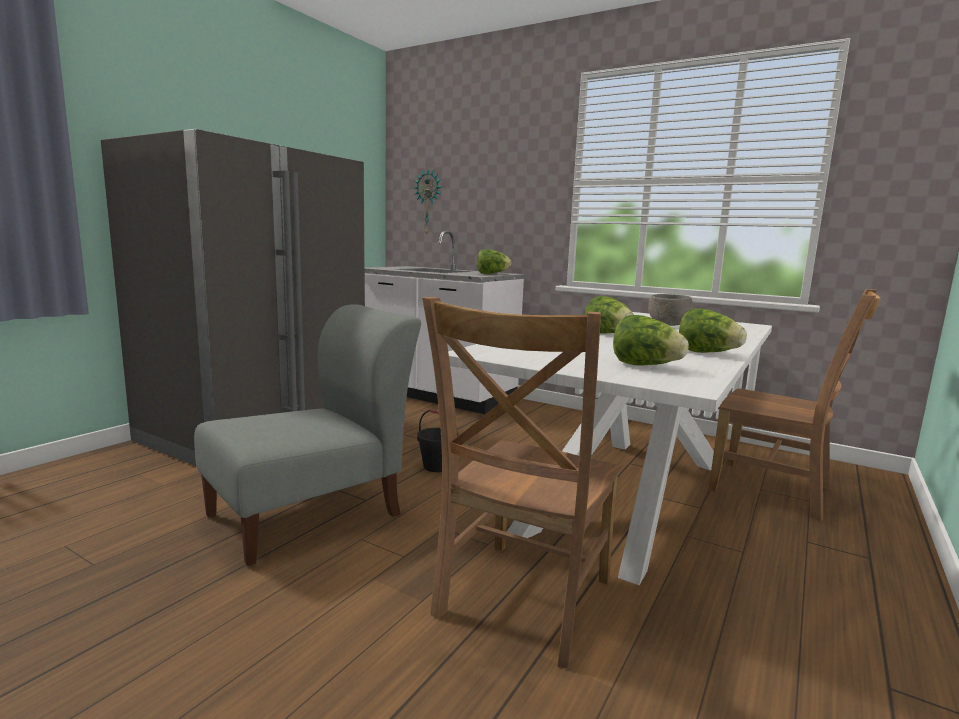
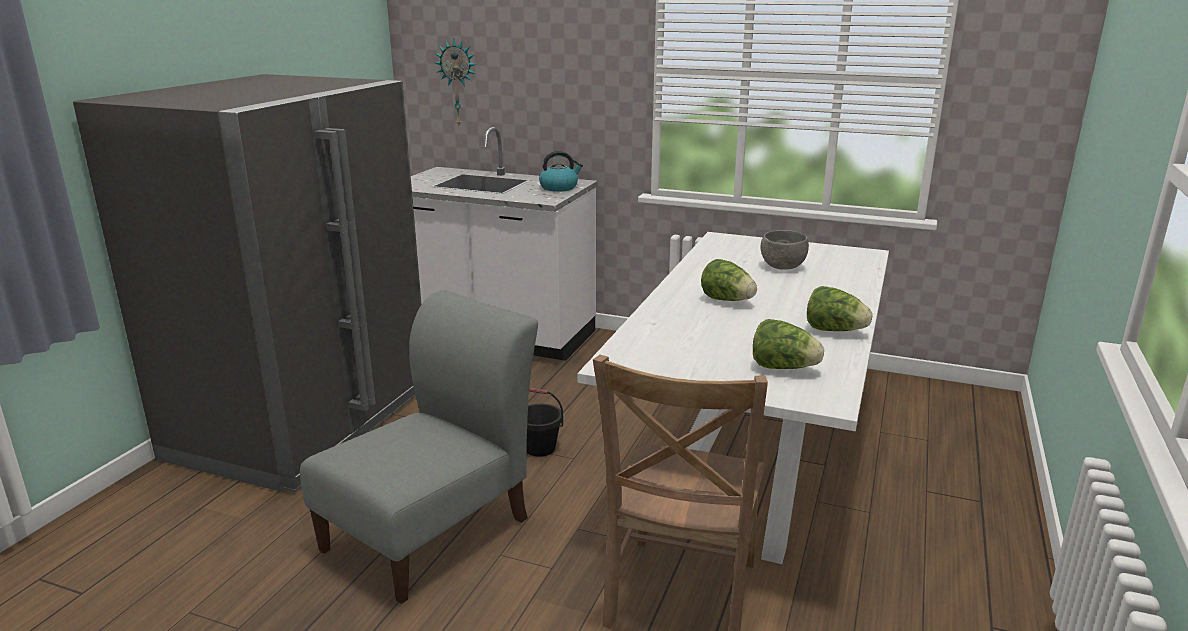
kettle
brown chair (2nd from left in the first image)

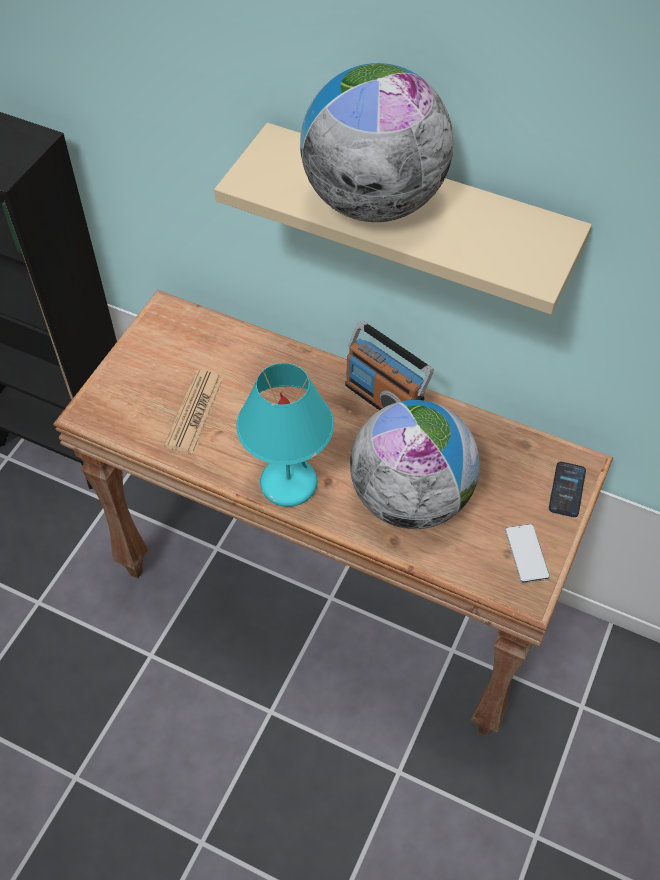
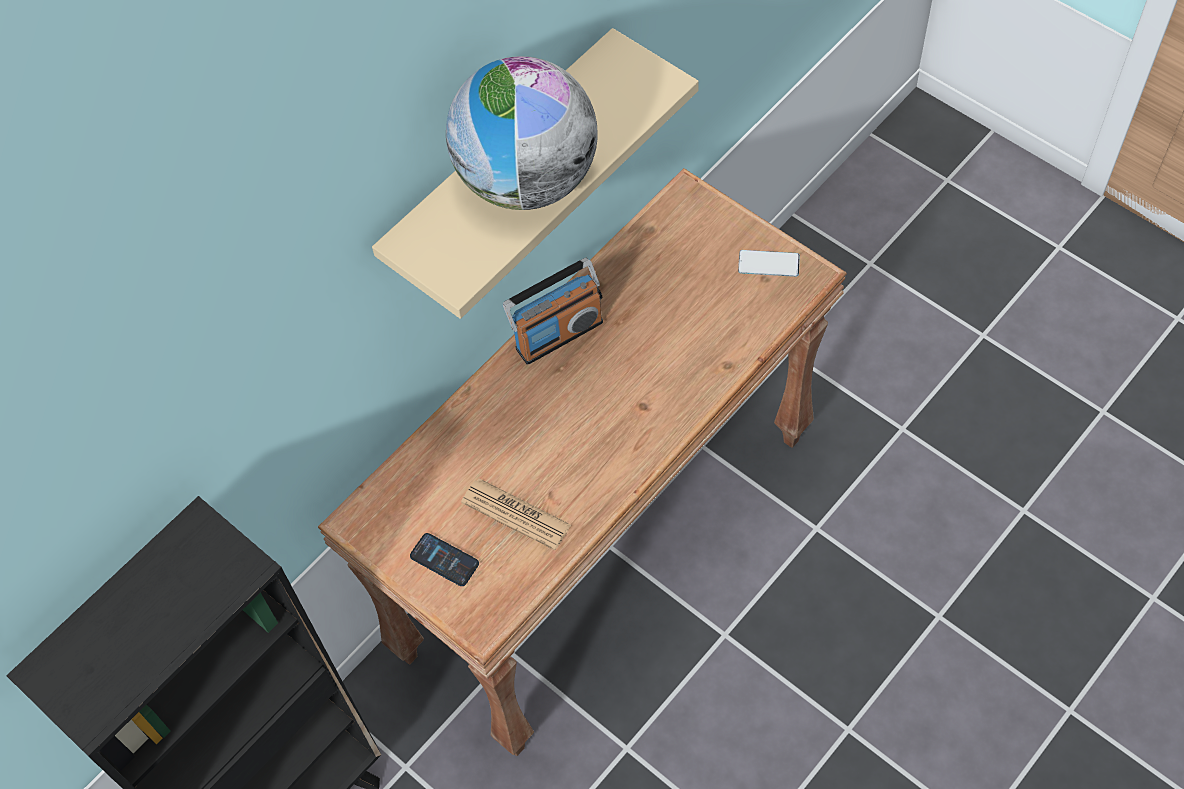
turquoise table lamp
globe (2nd from left in the first image)
phone (1st from left)

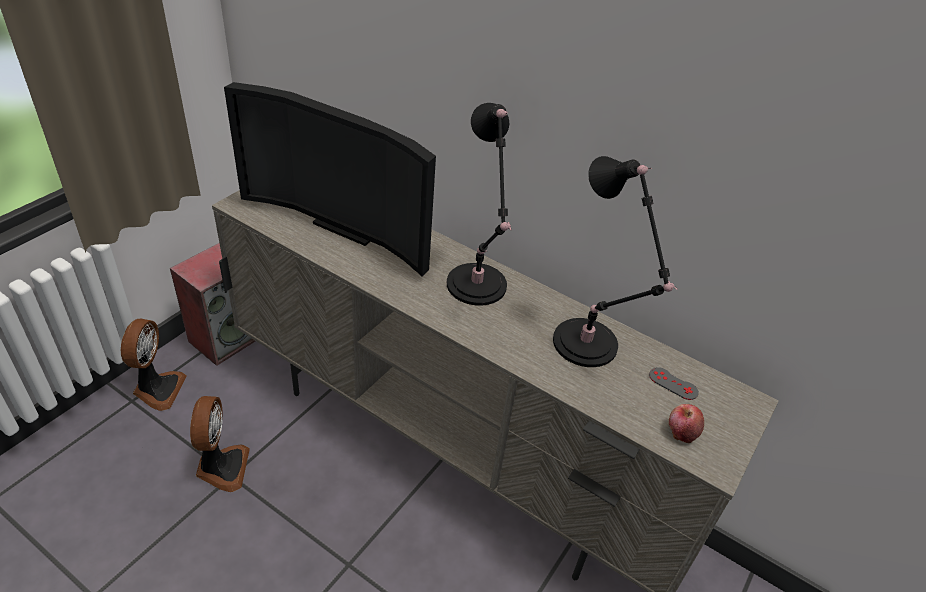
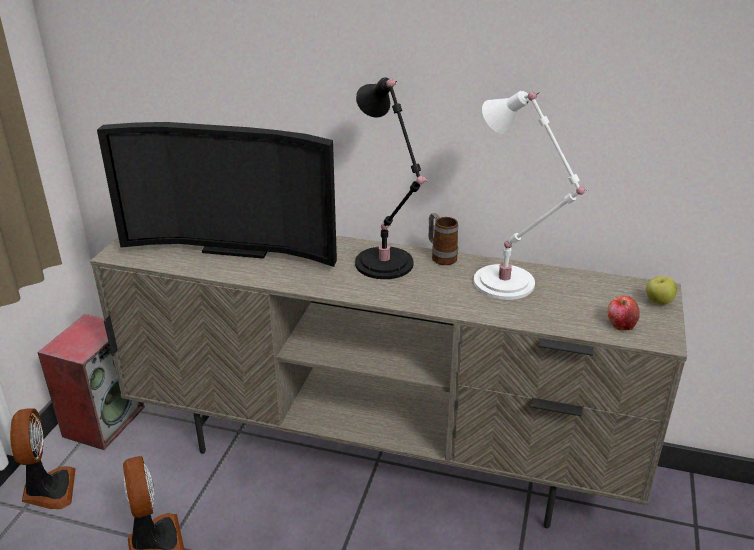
white table lamp
grey game controller
mug
apple (2nd from left)

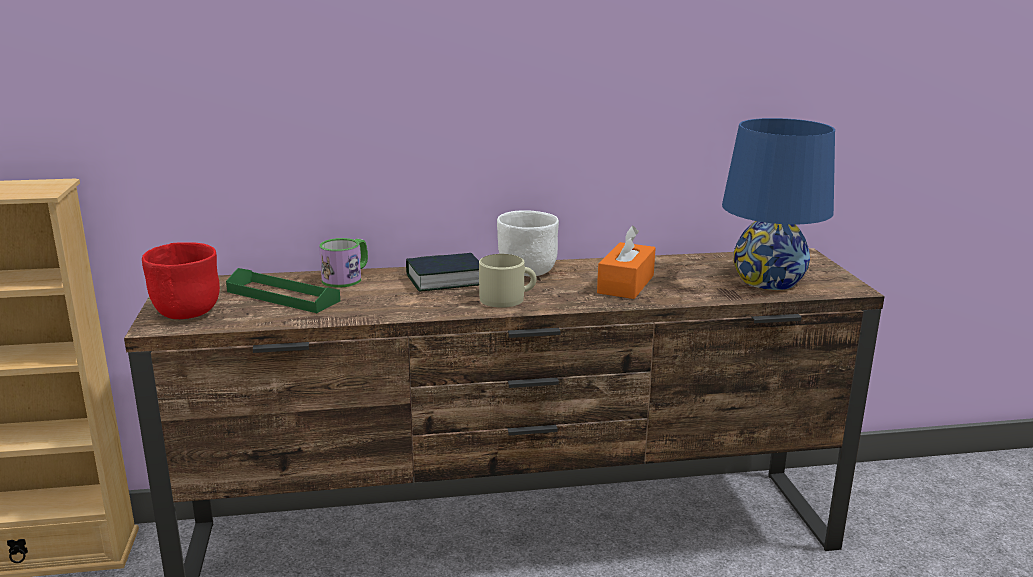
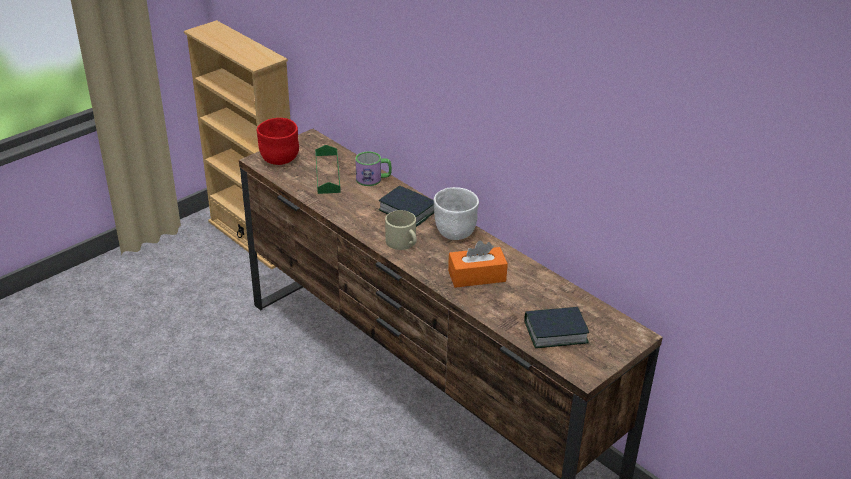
book (2nd from left)

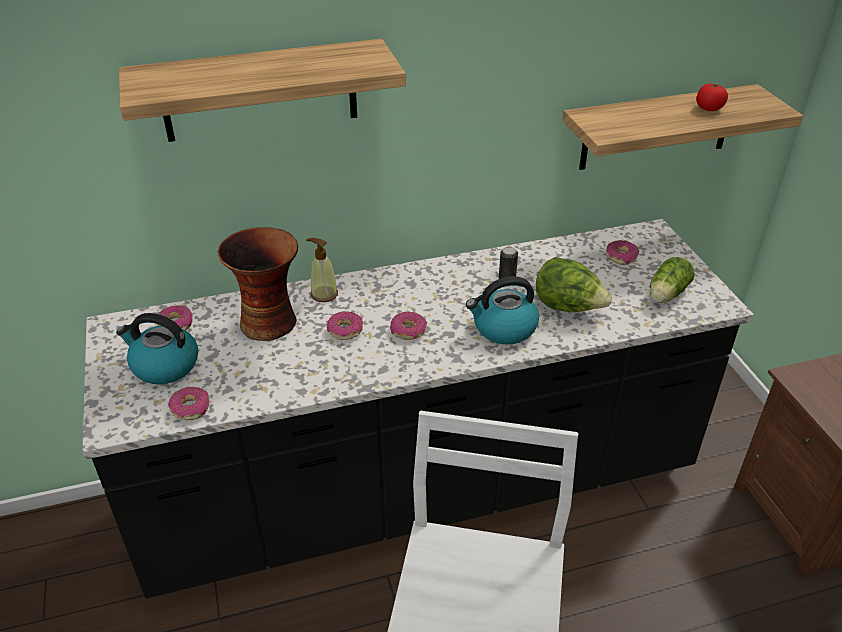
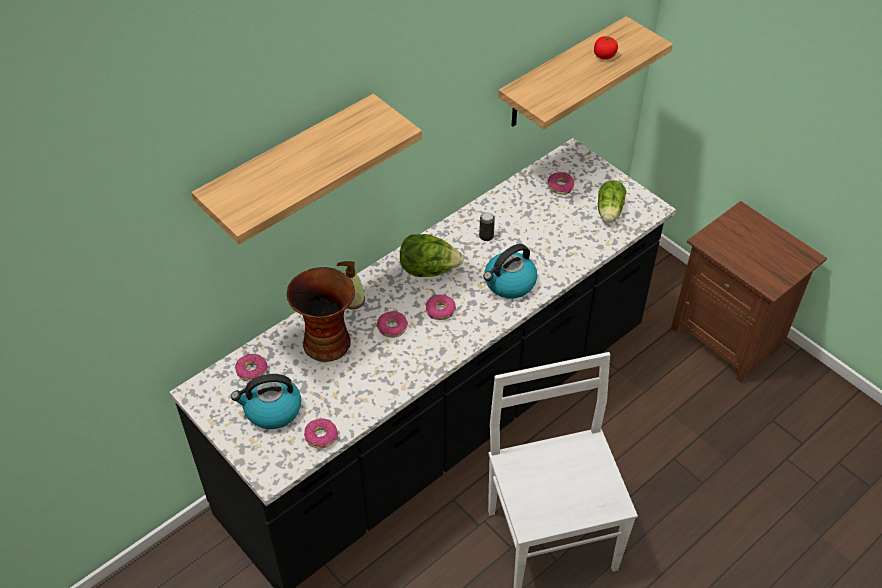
lettuce (1st from left)

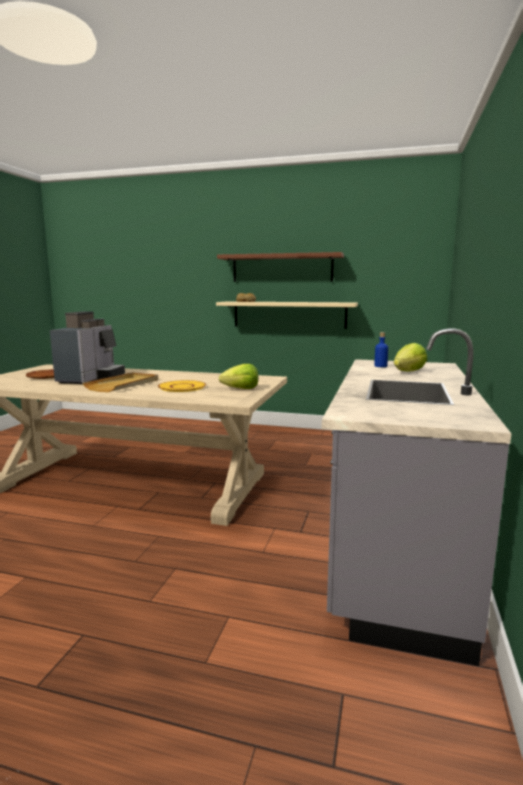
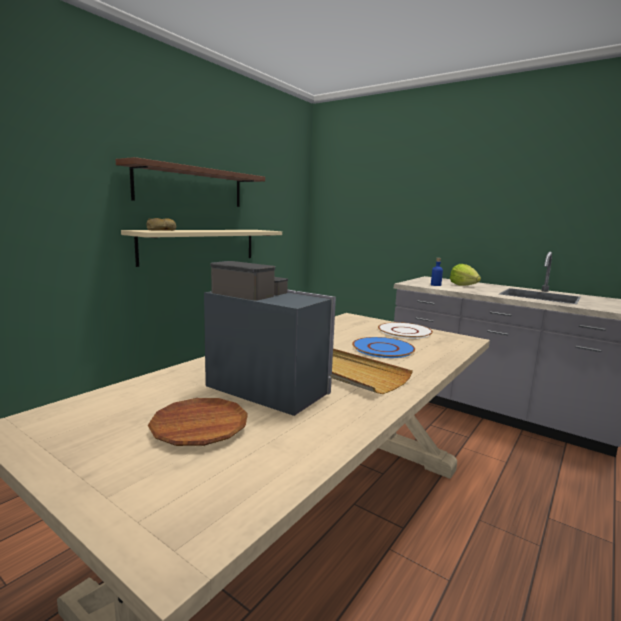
white plate
blue plate

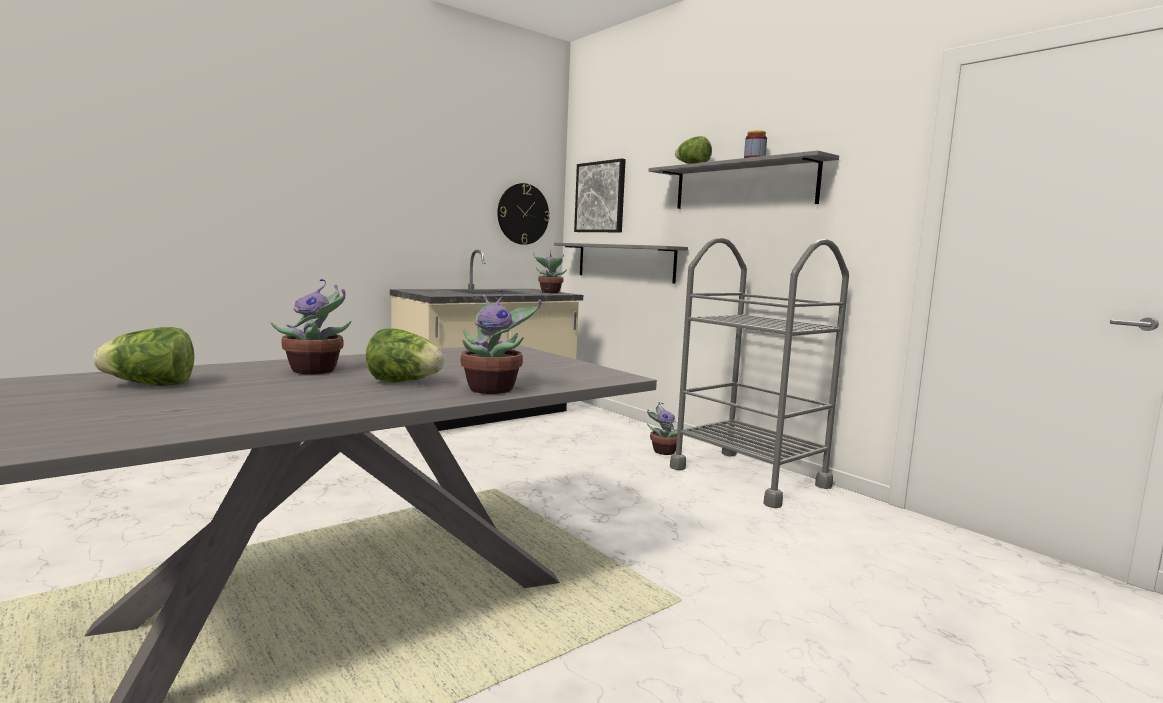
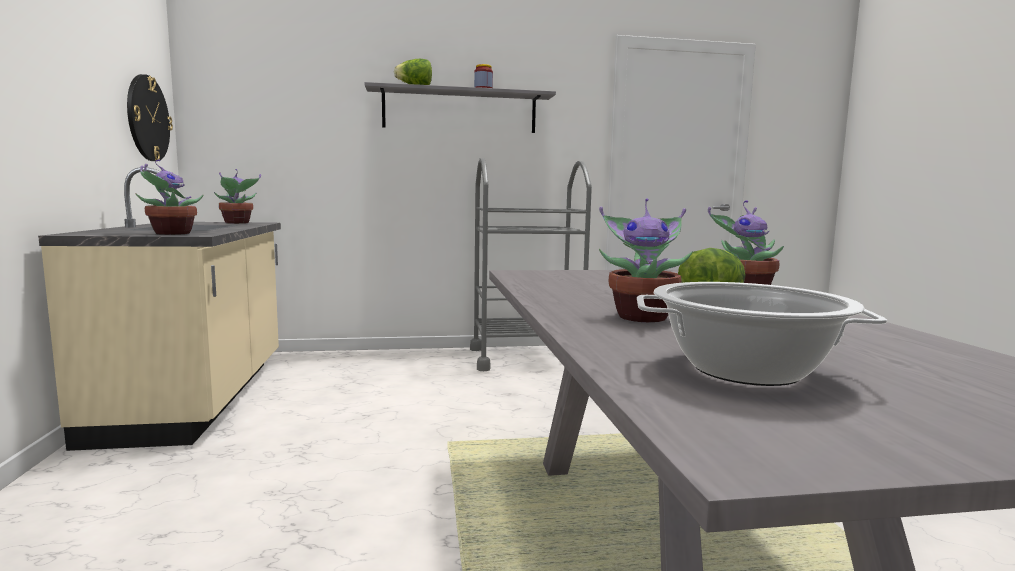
picture
grey shelf (1st from left in the first image)
cooking pot
potted plant (1st from left)

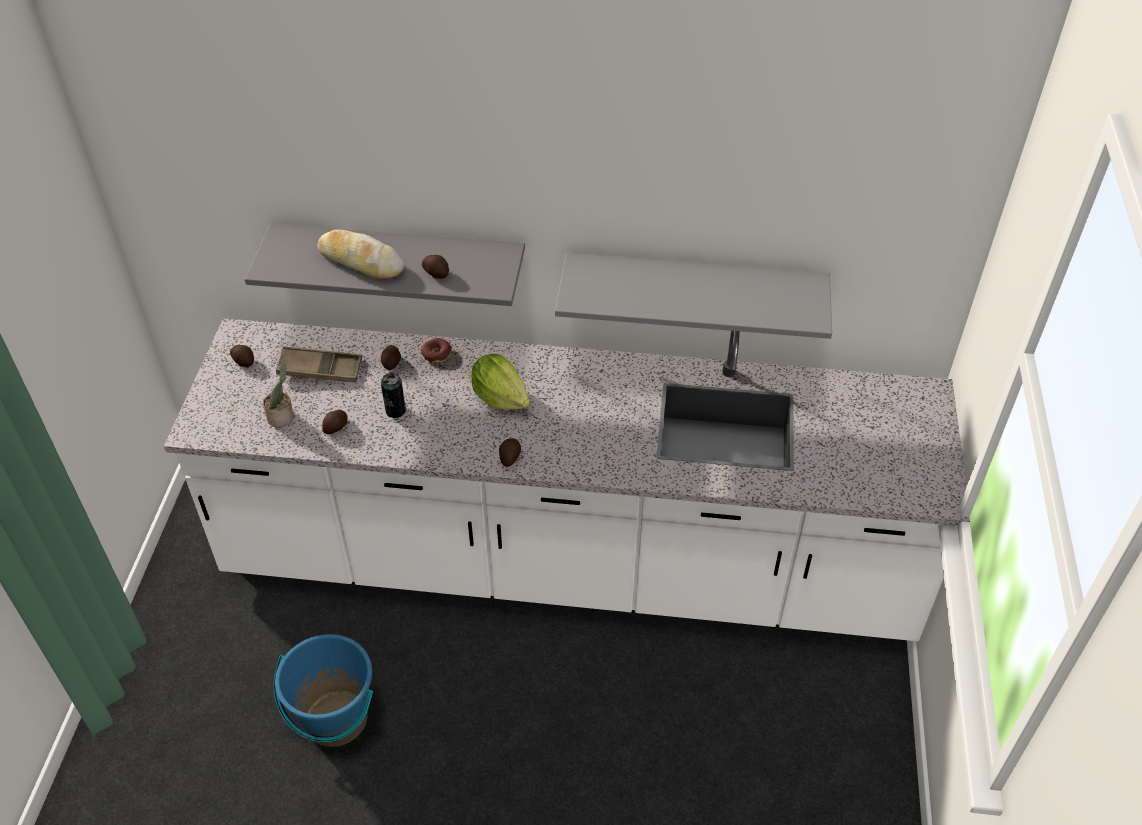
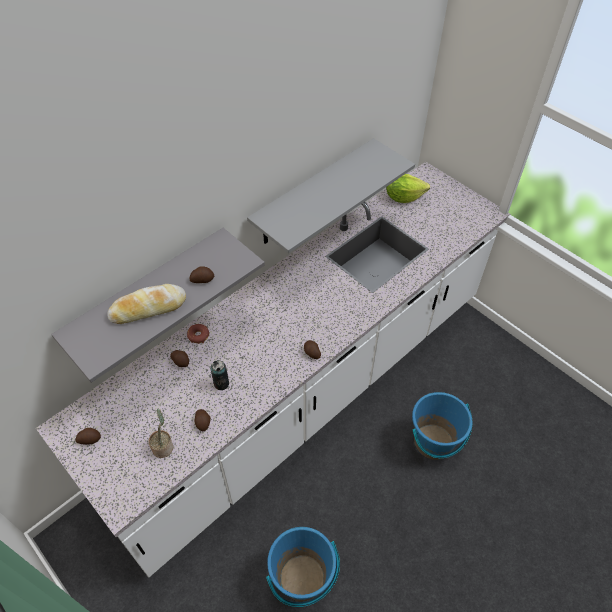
brown tray
lettuce
blue bucket (2nd from left)

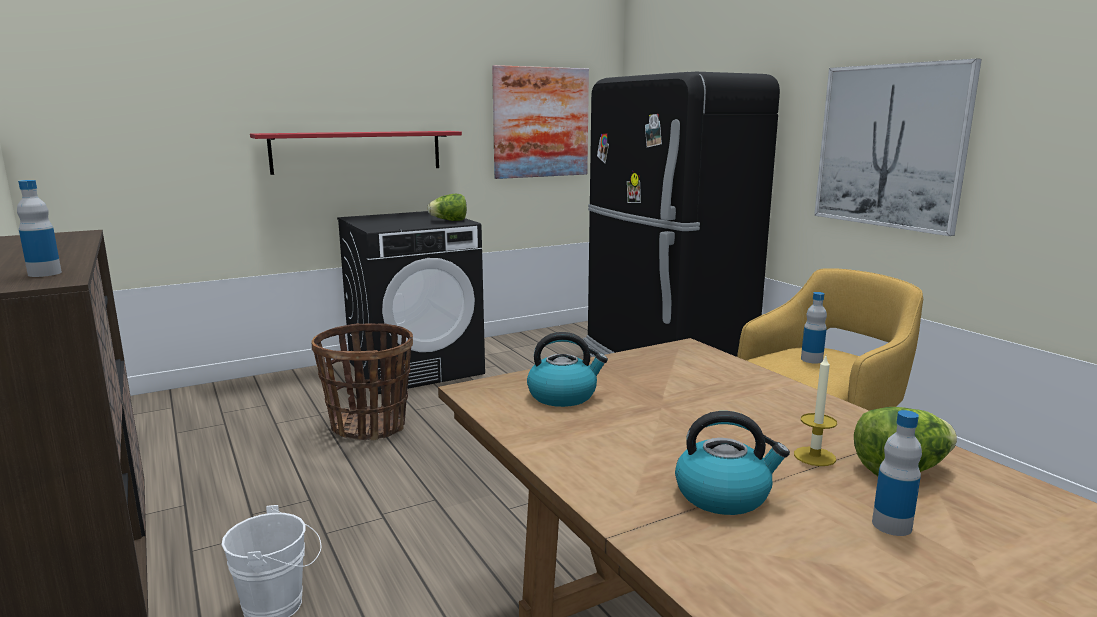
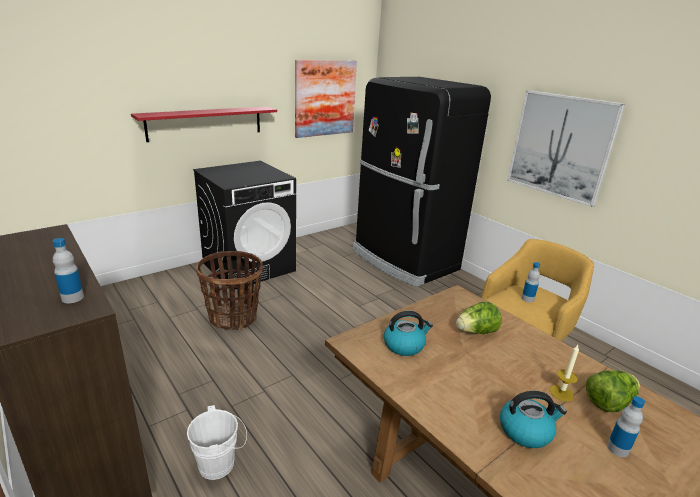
lettuce (1st from left)

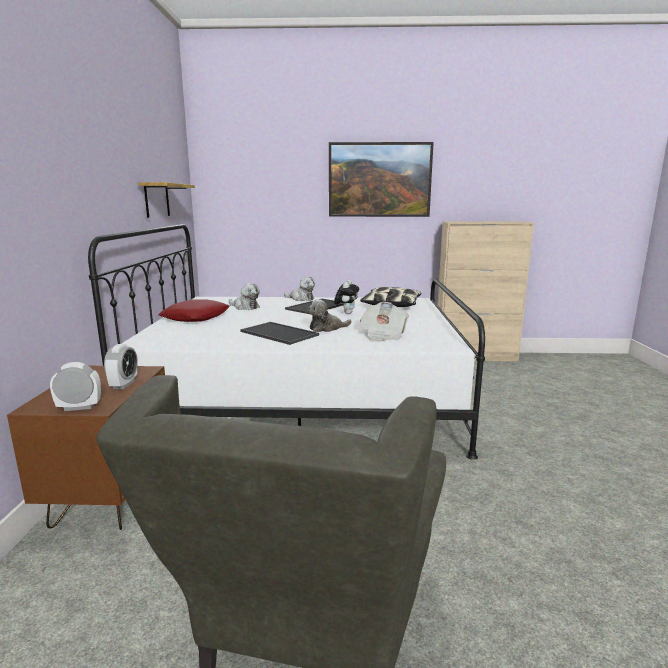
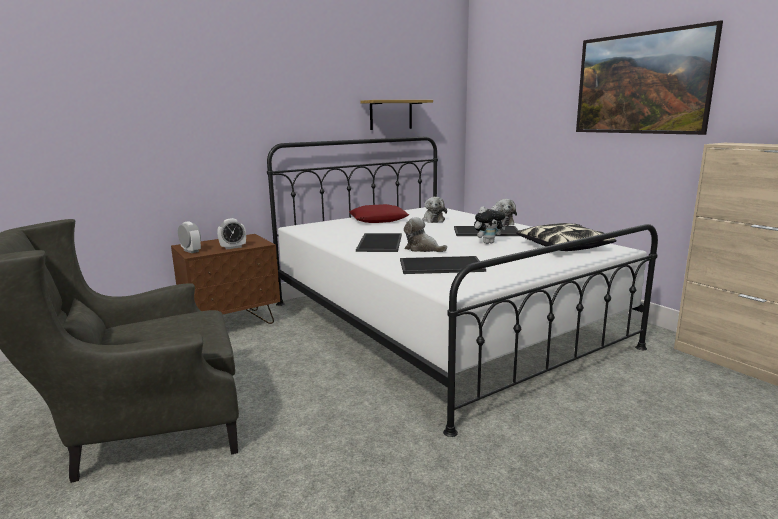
tray (2nd from left)

